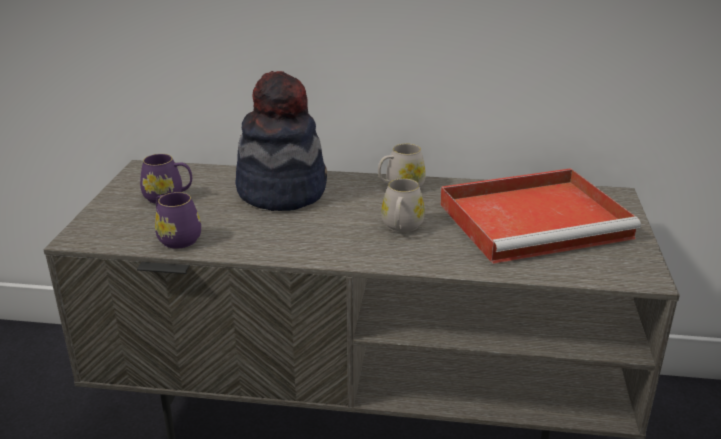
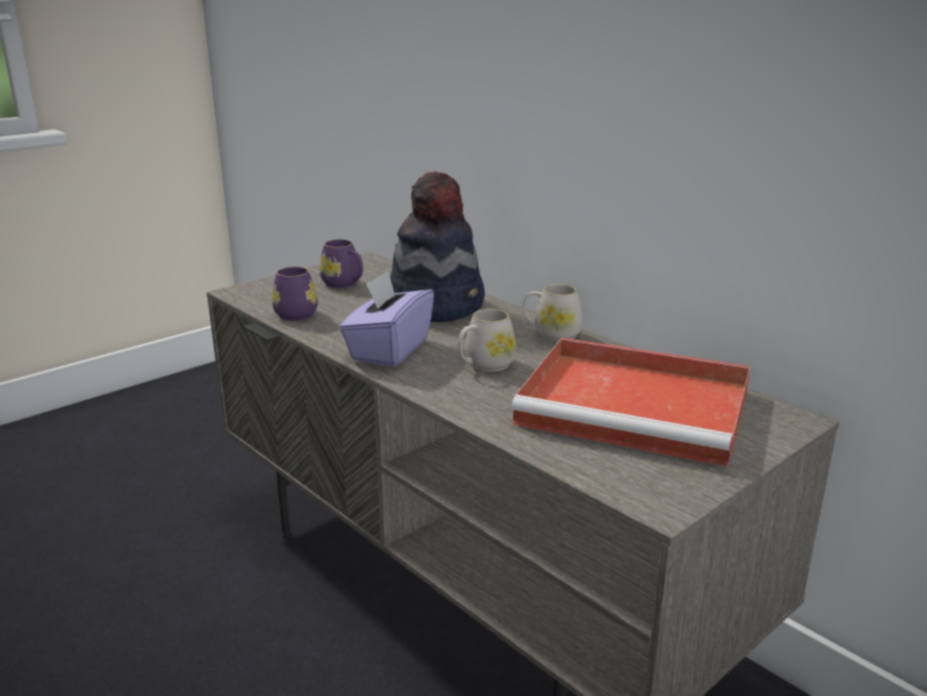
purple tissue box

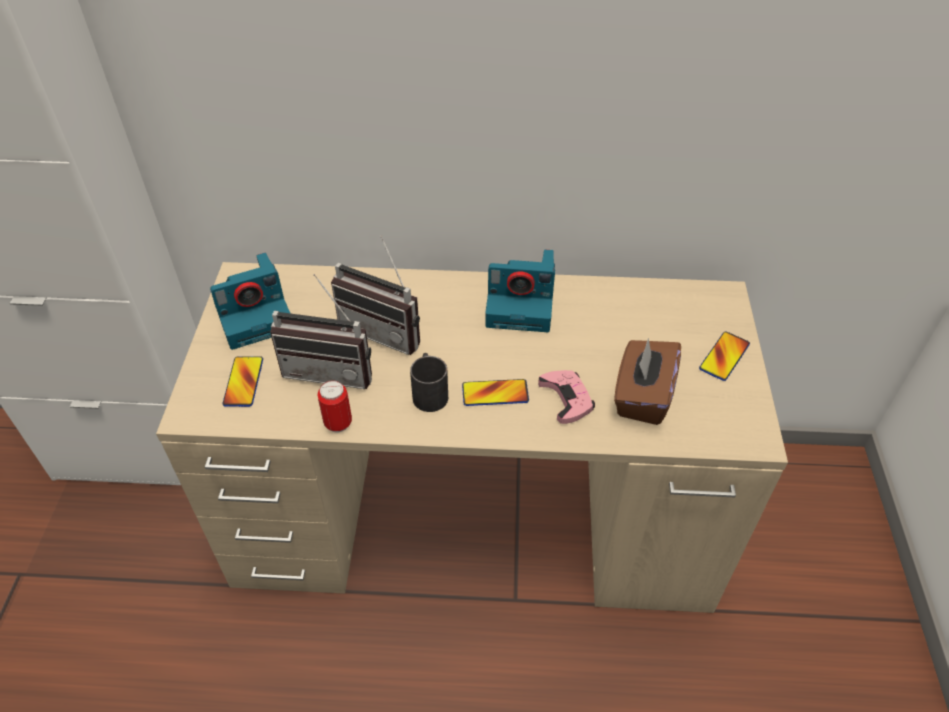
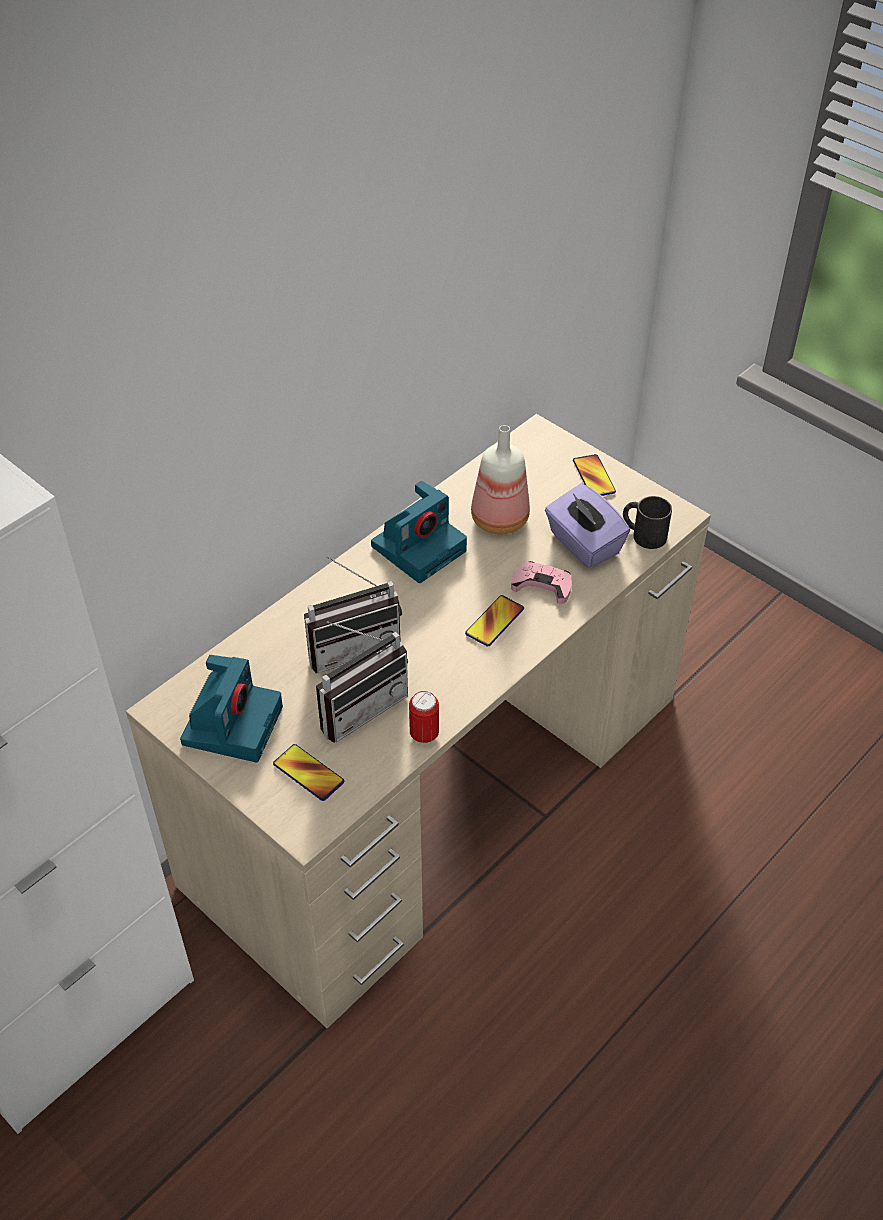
purple tissue box
black mug
bottle

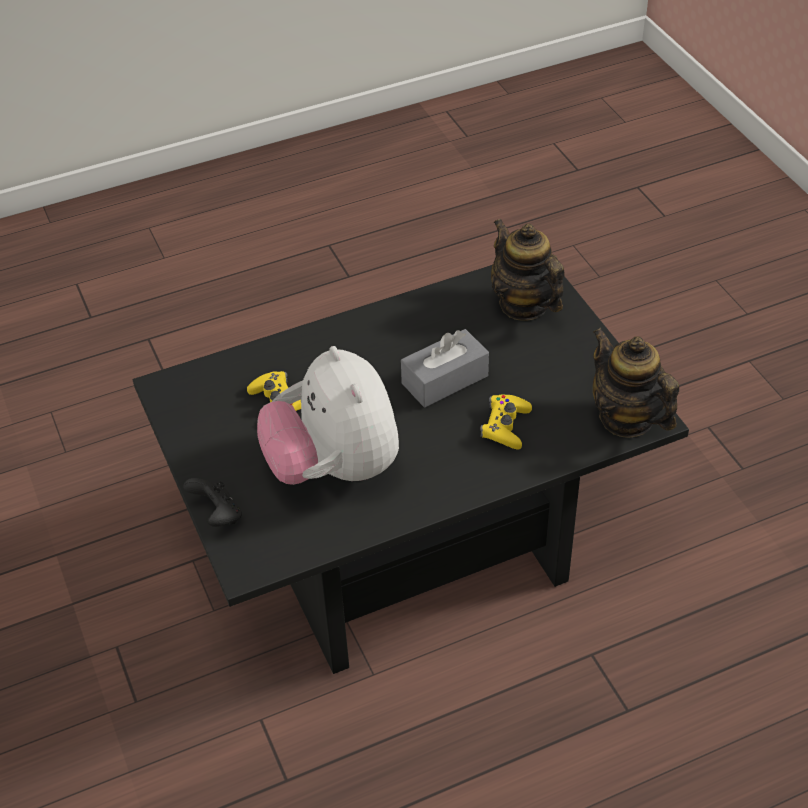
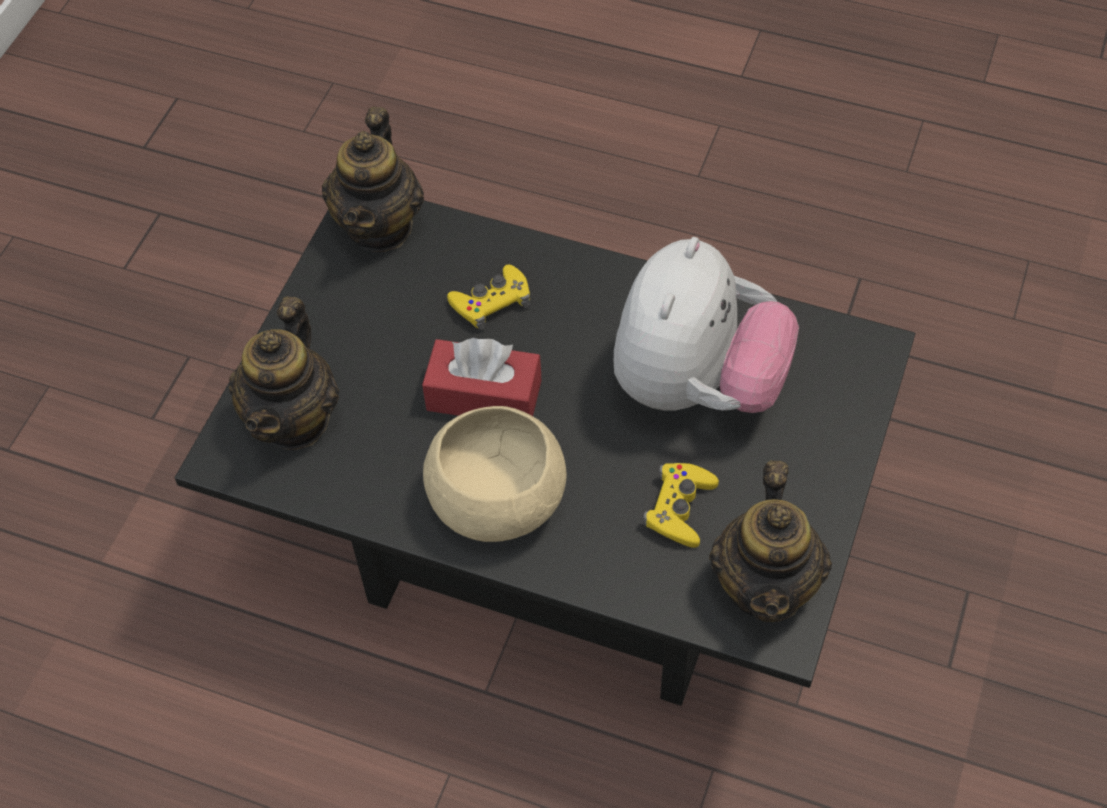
red tissue box
black game controller
beige bowl
teapot (3rd from left)

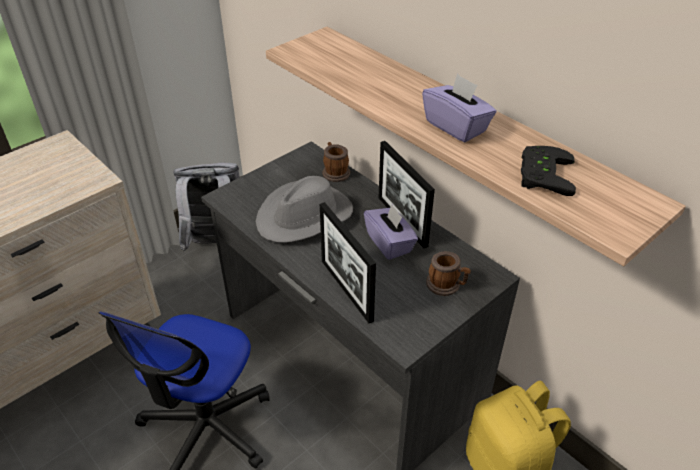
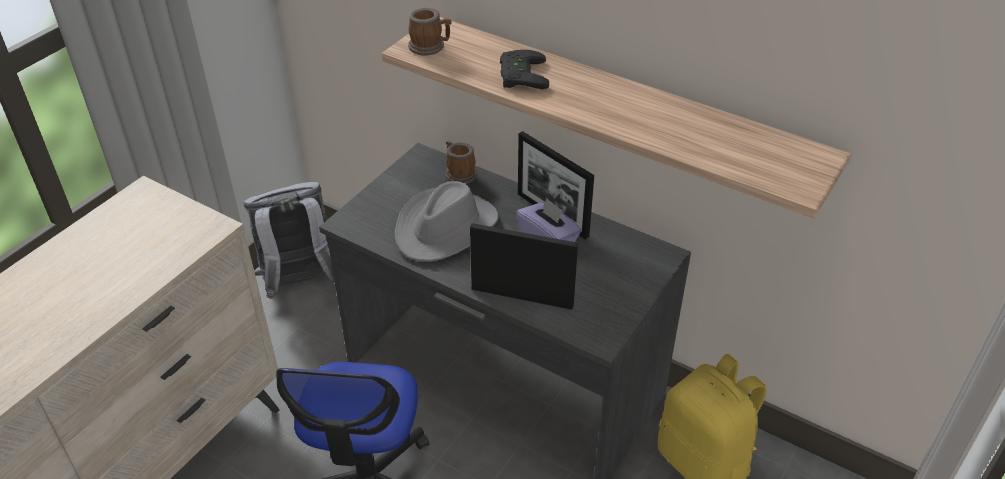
purple tissue box (2nd from left in the first image)
black game controller
picture frame (1st from left)
mug (1st from left)

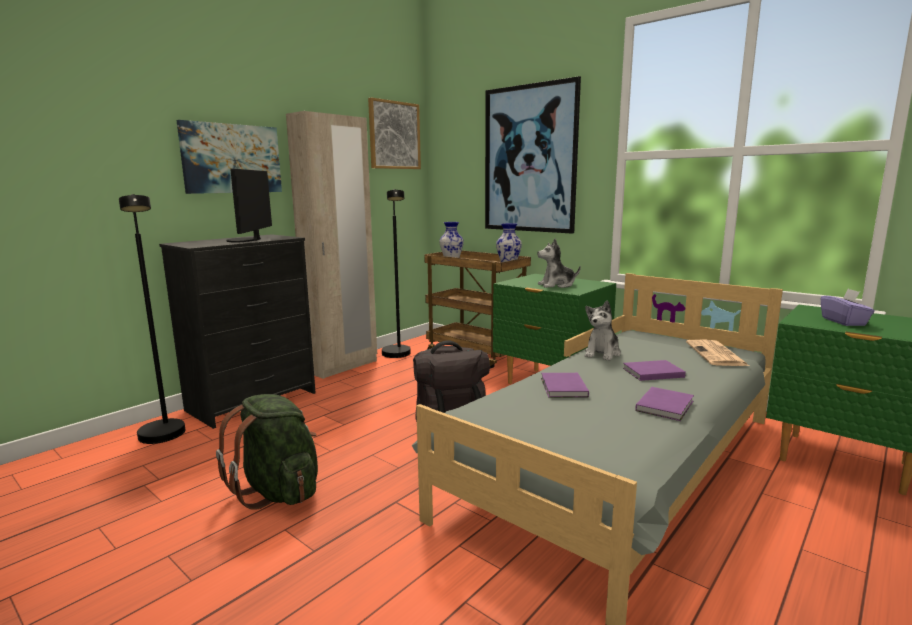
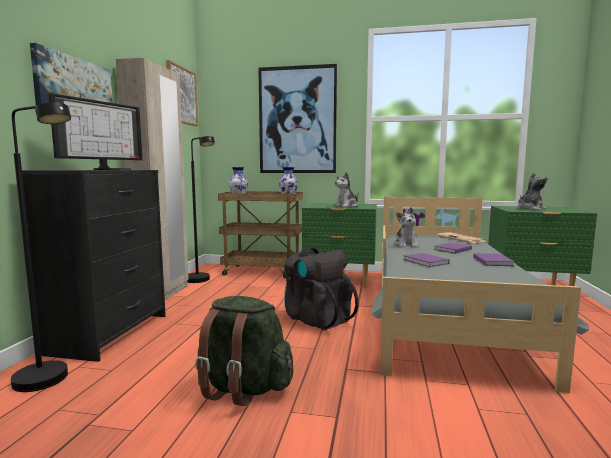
monitor
plush toy (3rd from left)

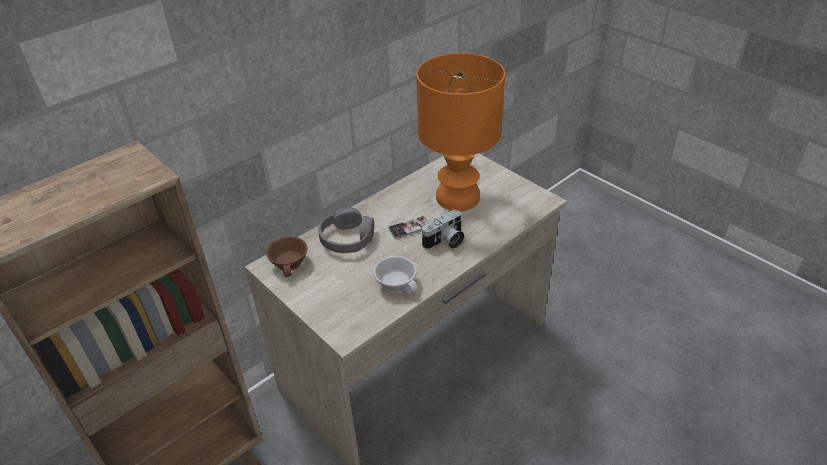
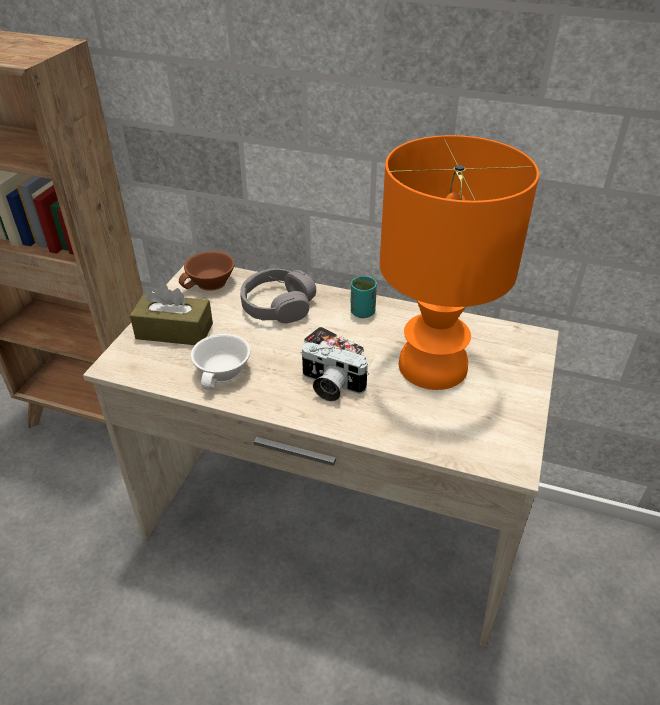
turquoise cup
brown tissue box

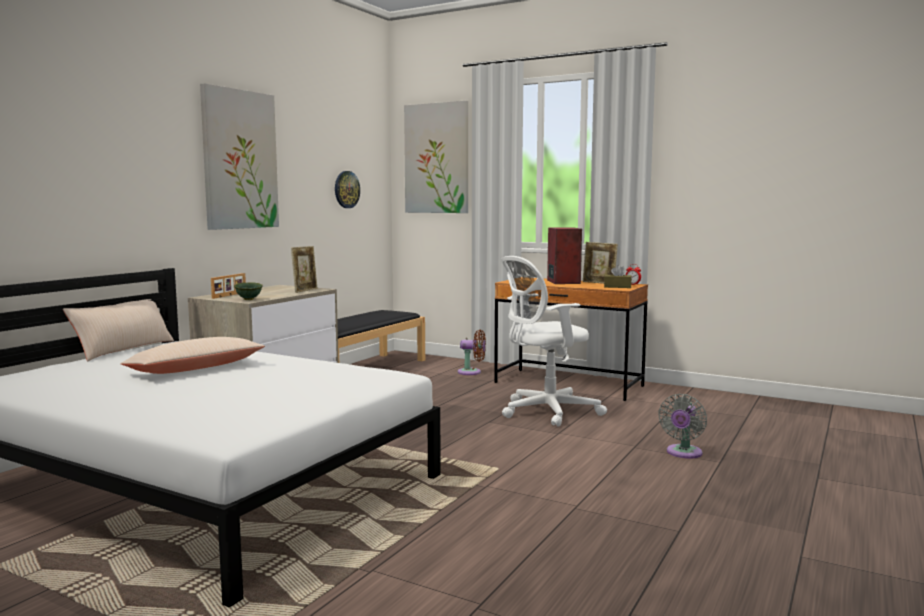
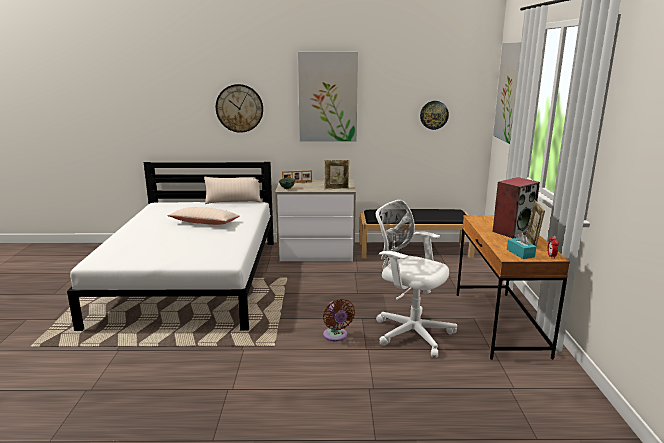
turquoise tissue box
brown fan
grey fan
wall clock (1st from left)

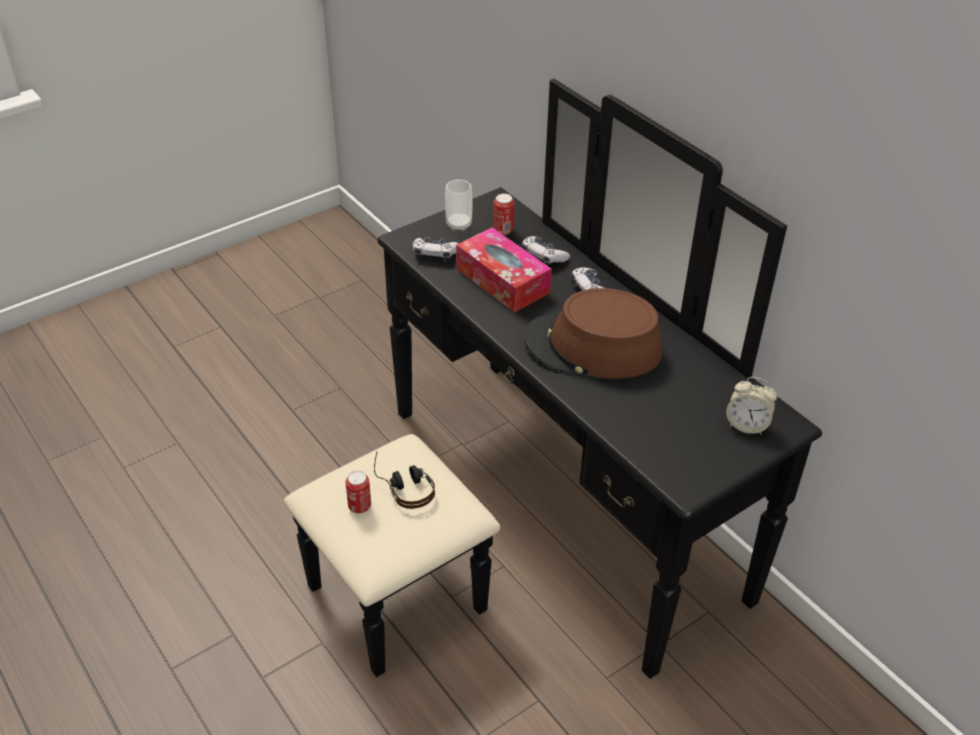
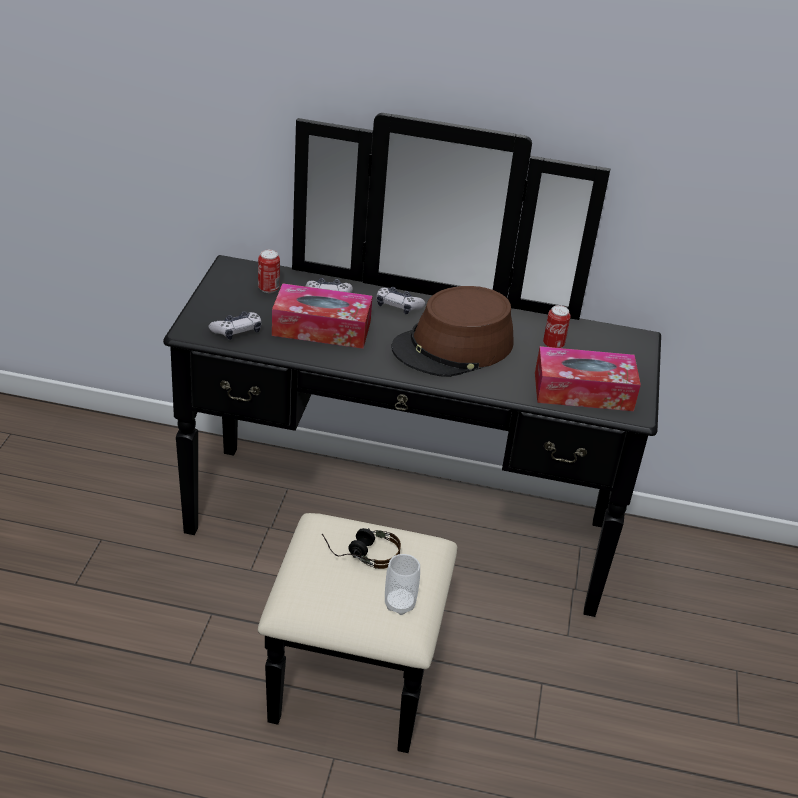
cup
alarm clock
can (2nd from left)
tissue box (2nd from left)

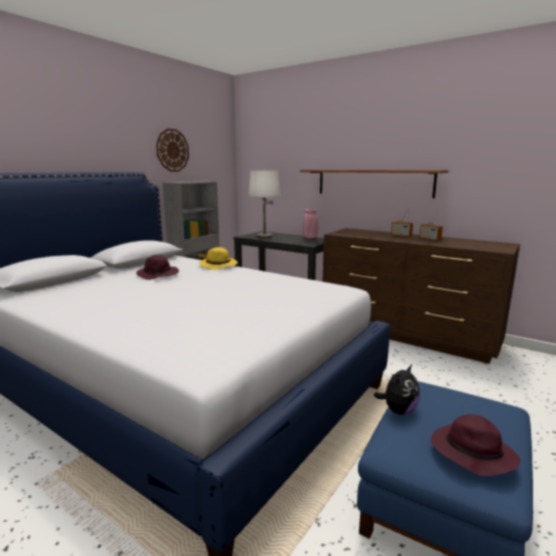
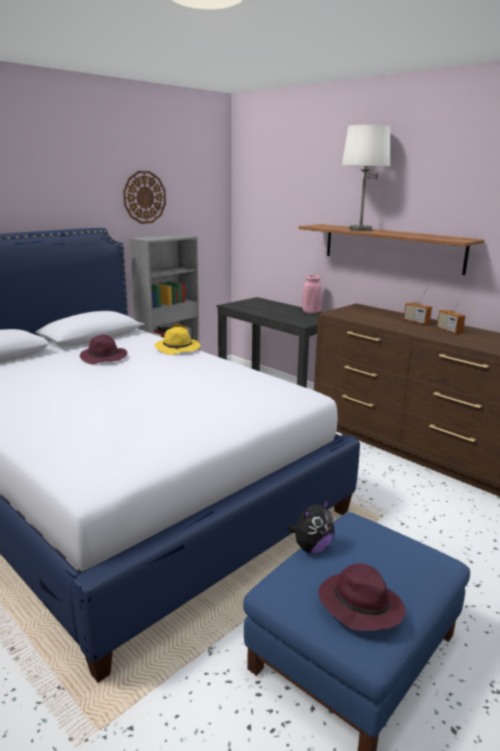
white table lamp

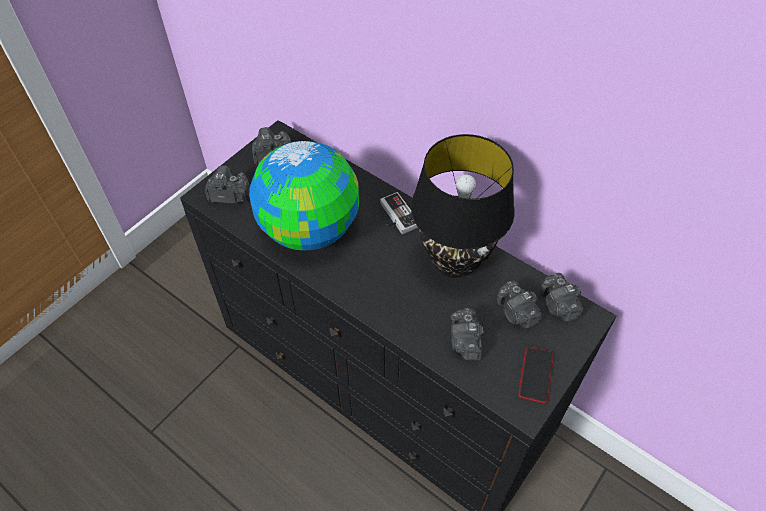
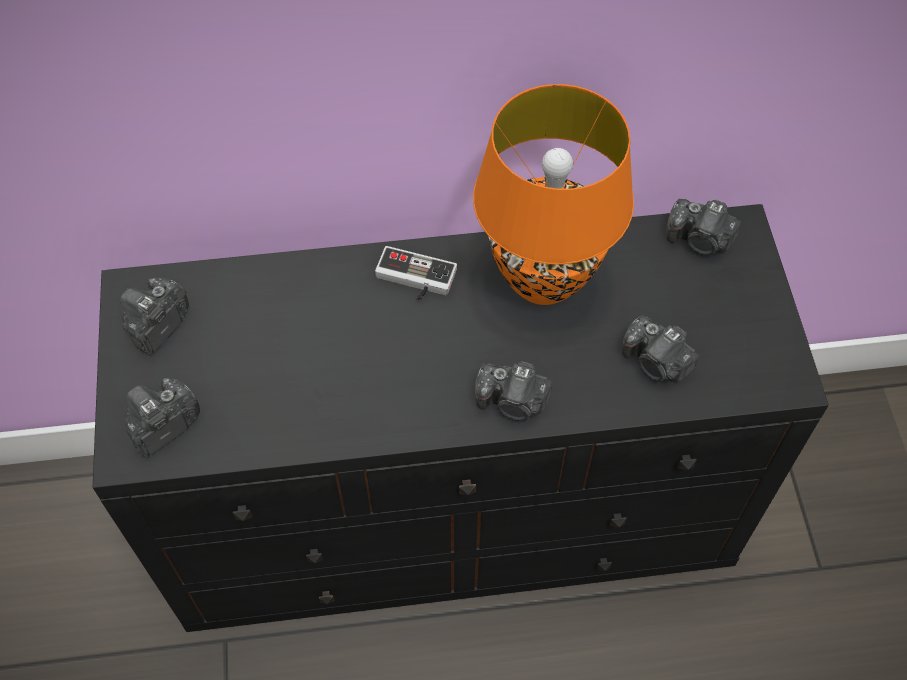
orange table lamp
globe
photo camera (3rd from left)
phone

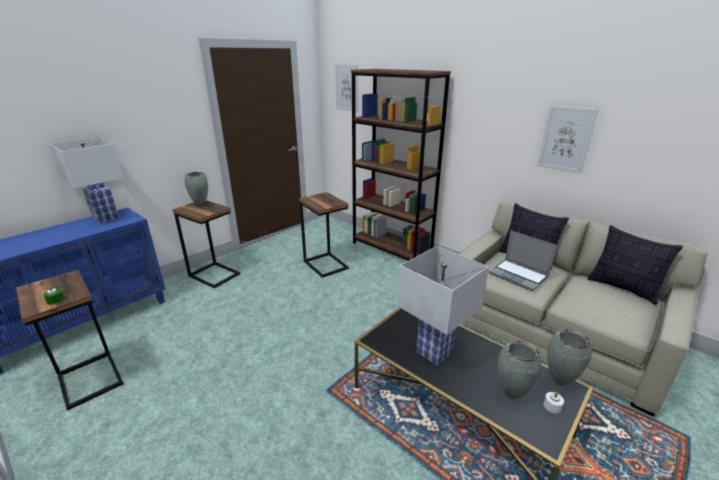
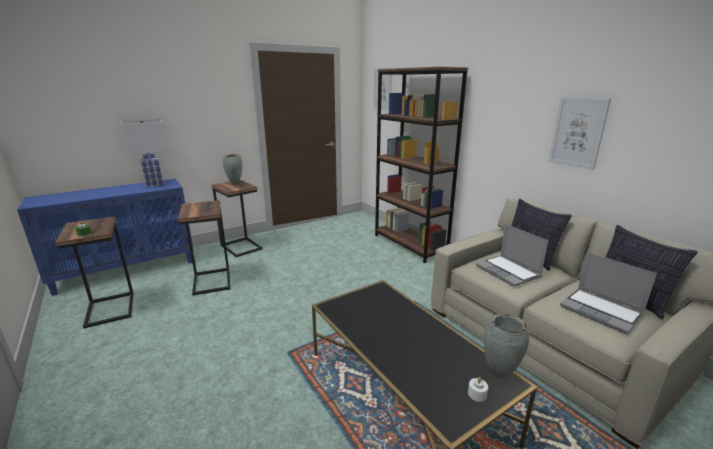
side table (2nd from left)
white table lamp (2nd from left in the first image)
grey vase (2nd from left in the first image)
laptop (2nd from left)

